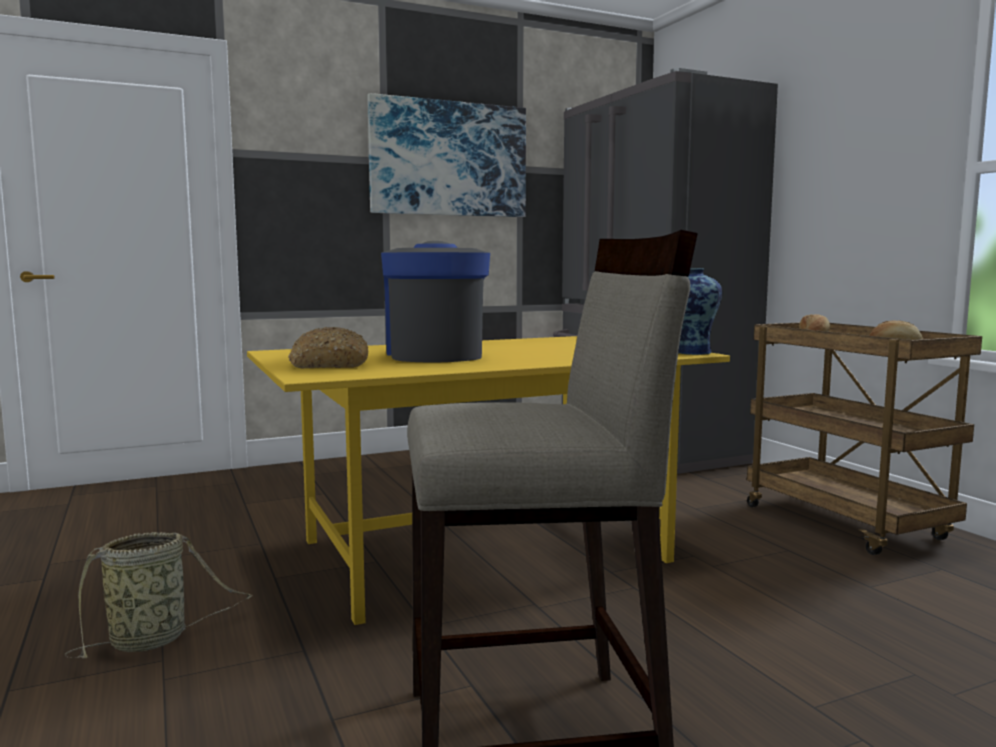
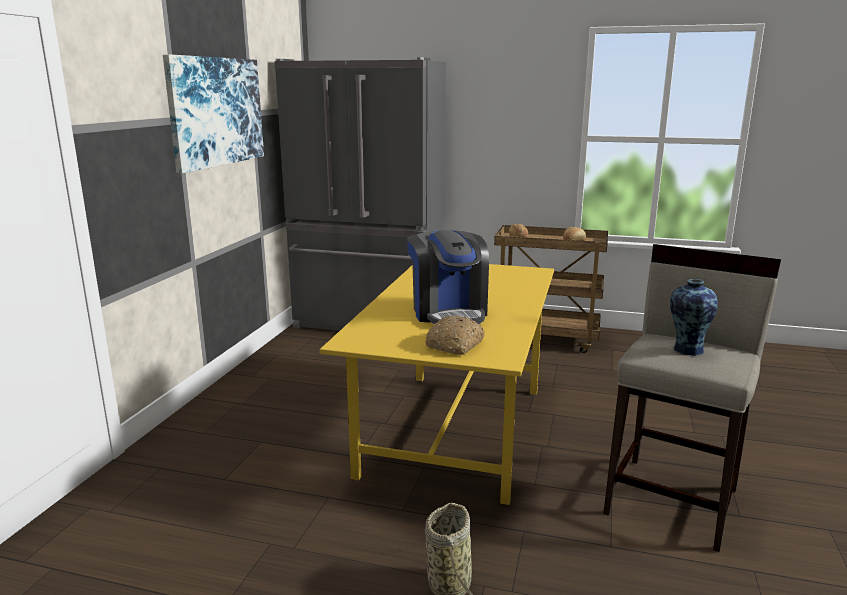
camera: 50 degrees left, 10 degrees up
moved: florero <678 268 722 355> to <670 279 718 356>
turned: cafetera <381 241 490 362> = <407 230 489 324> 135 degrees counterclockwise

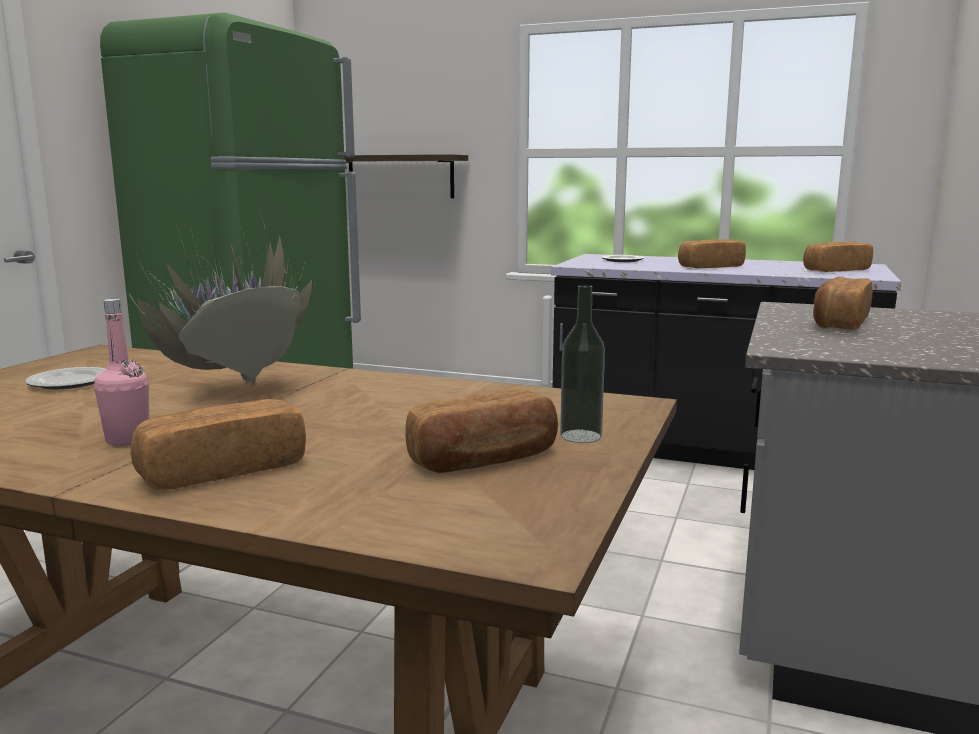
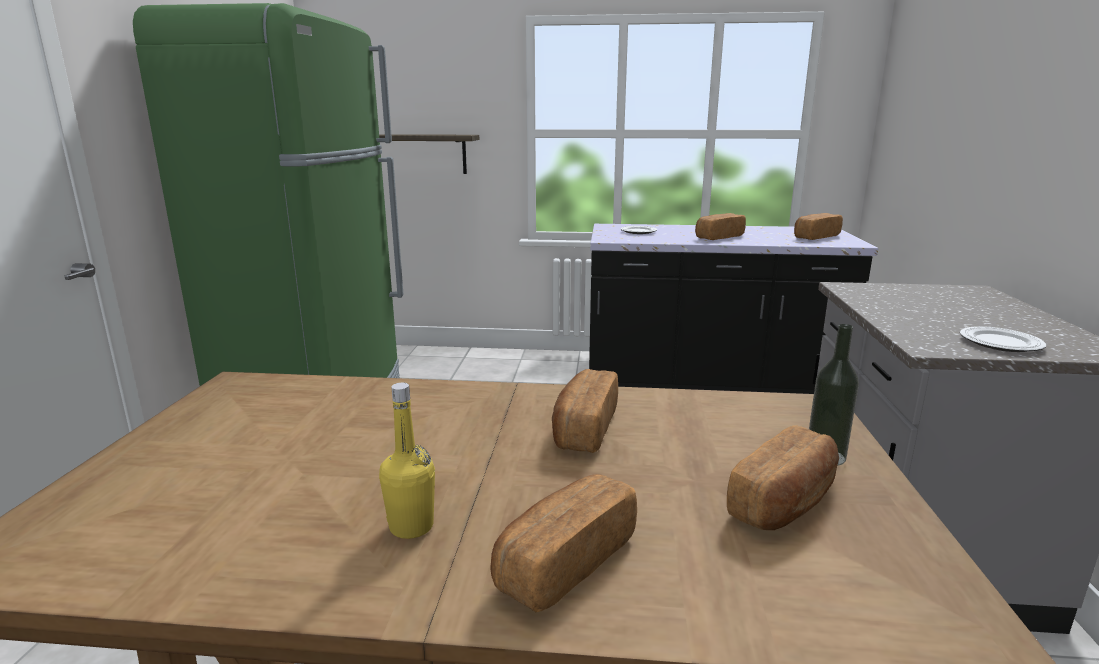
camera: 15 degrees left, 5 degrees up
removed: planta en maceta <128 211 318 387>
moved: plato <25 367 106 389> to <960 326 1046 352>; pan <813 277 872 330> to <552 369 618 453>
recoloured: botella/rosa <94 299 149 446> to botella/amarillo <379 383 435 539>

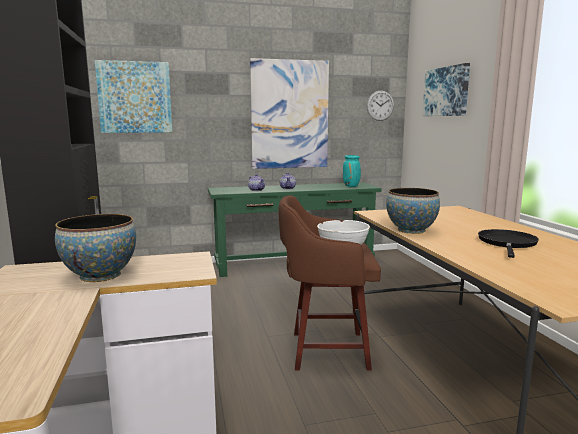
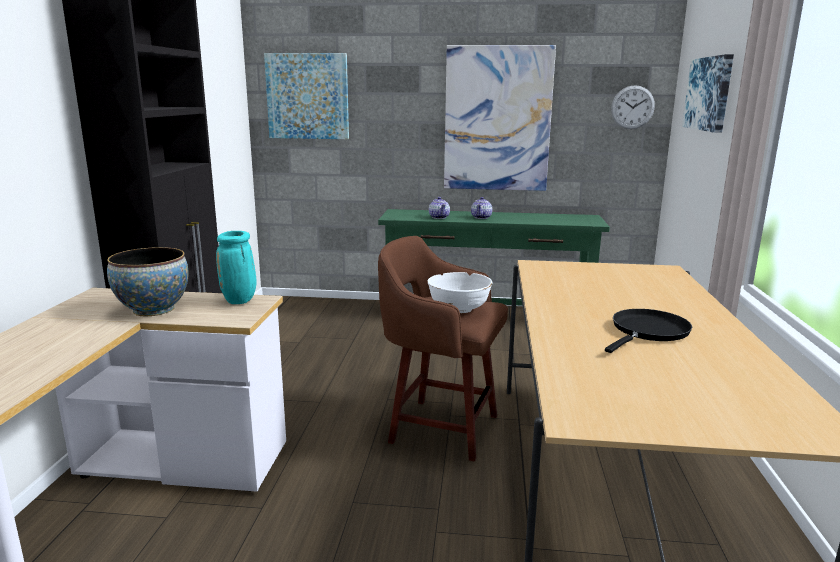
camera: 20 degrees right, 5 degrees up
removed: cuenco <386 188 440 234>
moved: florero/turquesa <343 155 361 187> to <216 231 256 304>

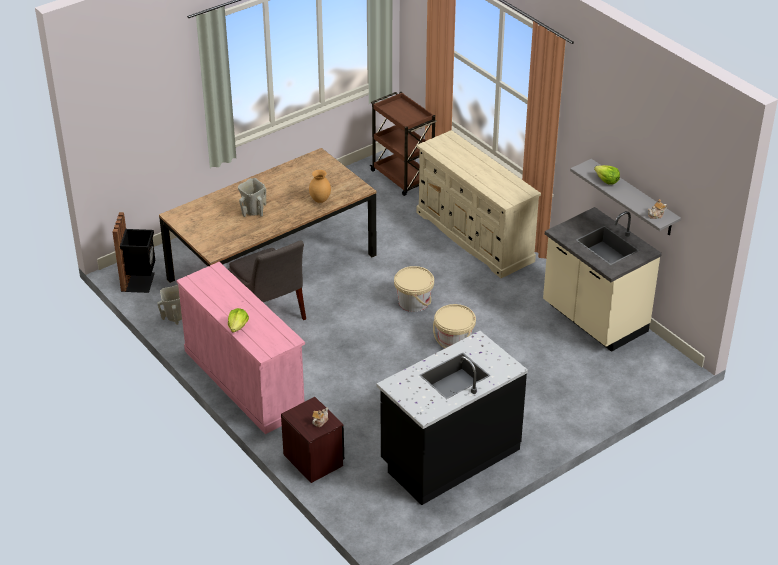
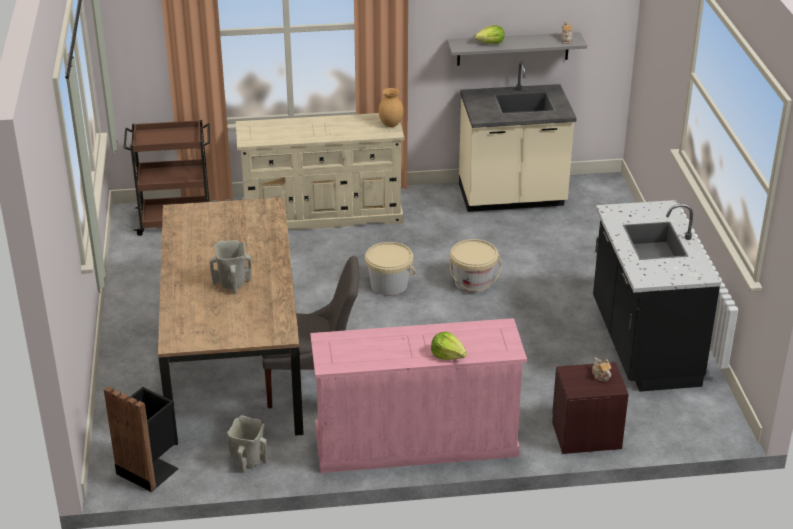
camera: 60 degrees left, 5 degrees down
moved: florero/marrón <309 170 331 203> to <378 88 404 127>

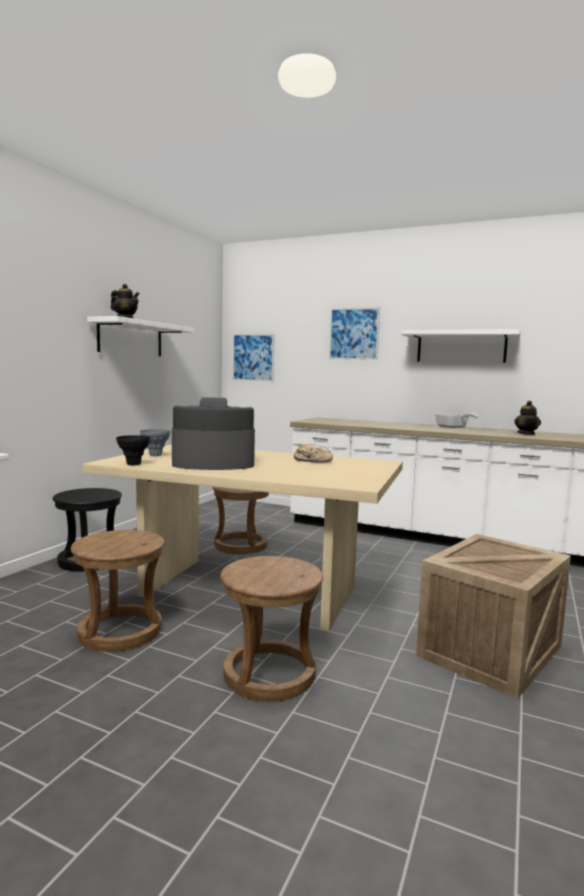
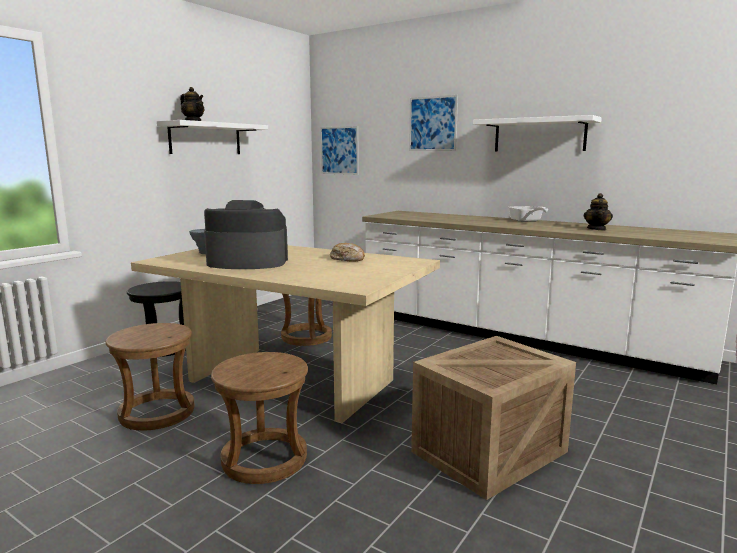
camera: 10 degrees right, 5 degrees up
removed: florero/negro <116 435 150 465>

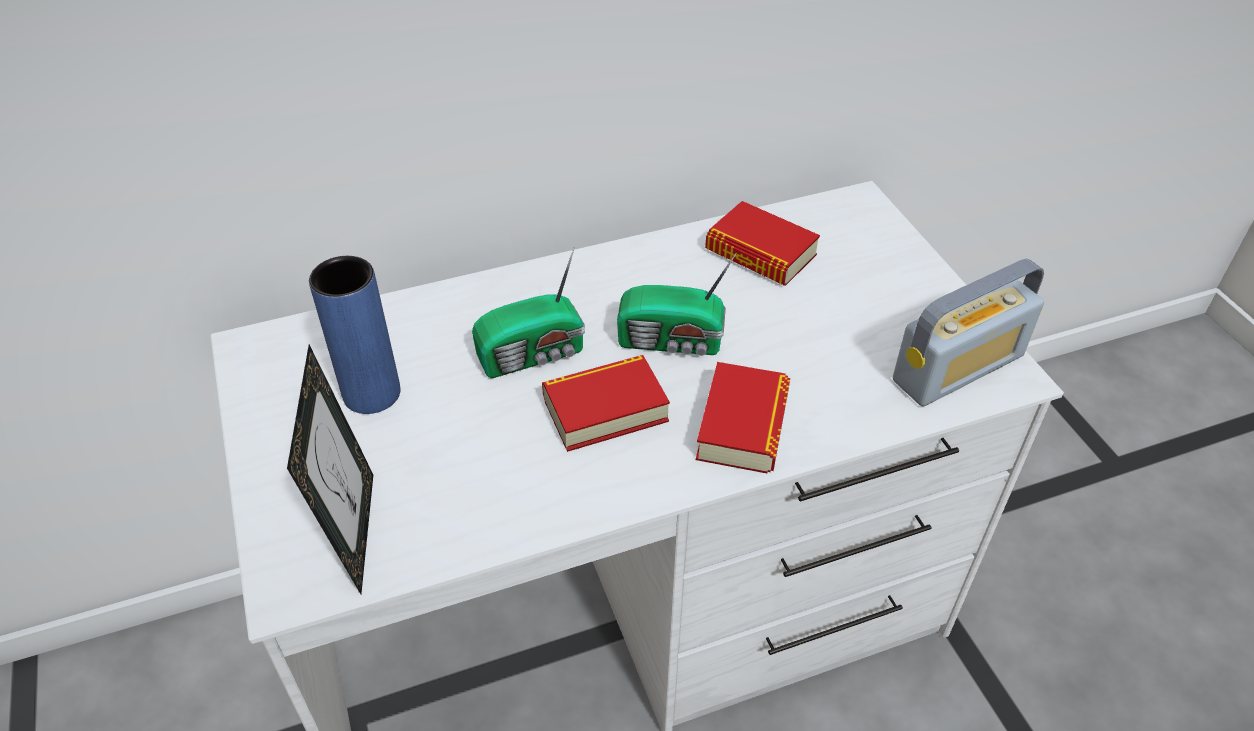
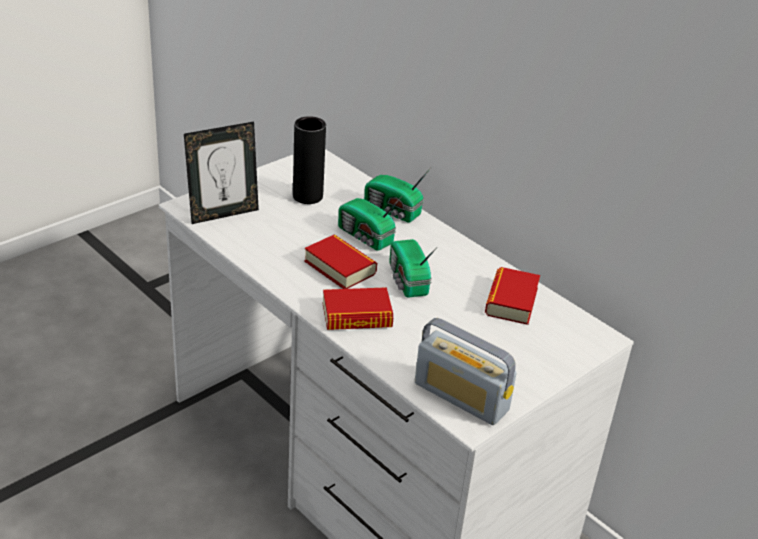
camera: 65 degrees right, 10 degrees down
added: radio <364 168 431 222>
recoloured: florero/azul <309 256 401 414> to florero/negro <293 116 326 204>

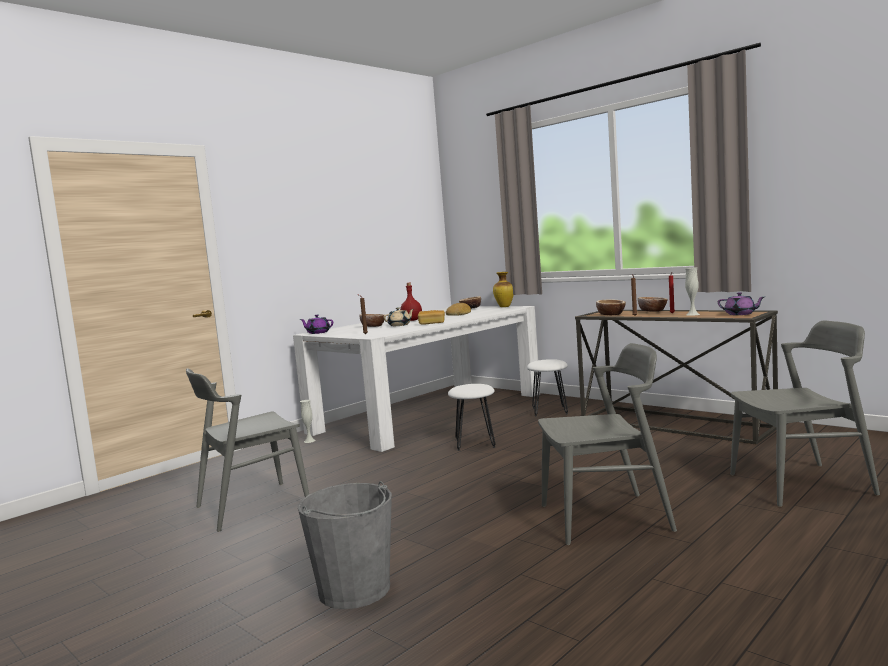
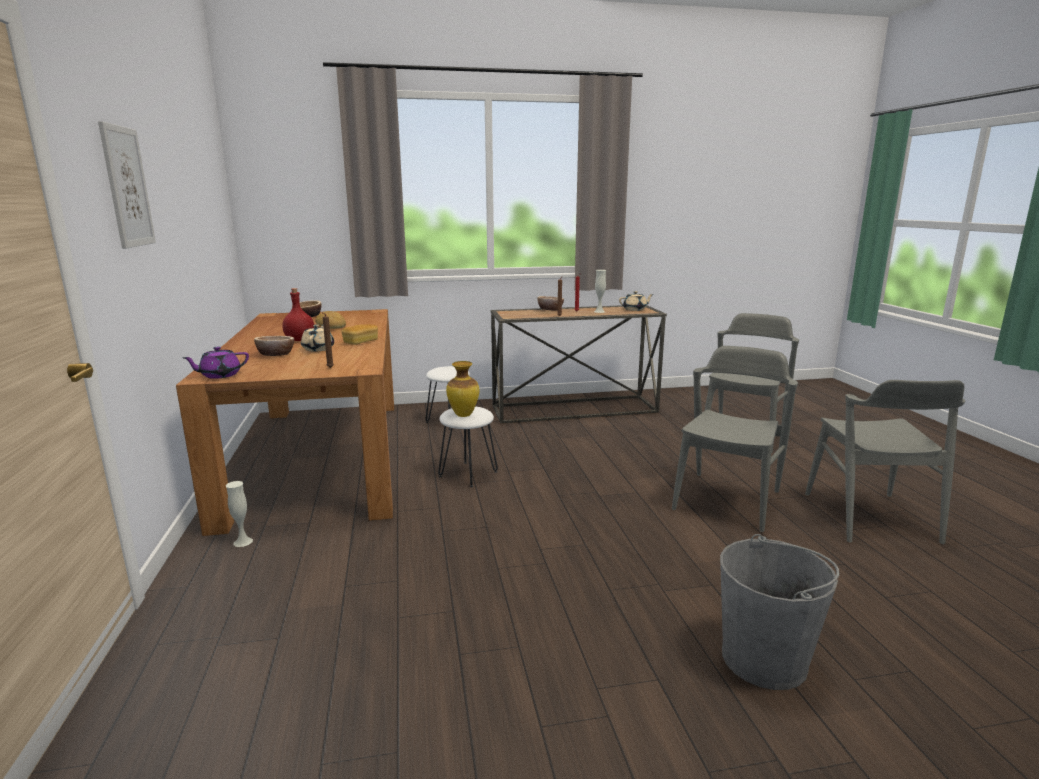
camera: 55 degrees left, 10 degrees up
removed: cuenco <596 300 626 315>
added: cuadro <98 121 156 249>
moved: silla/gris <186 368 309 532> to <805 380 965 544>; florero <493 272 514 307> to <446 361 479 417>
recoloured: mesa de comedor/blanco <293 306 540 452> to mesa de comedor/marrón <176 309 394 536>; tetera/morado <718 292 764 315> to tetera/beis <619 291 654 311>

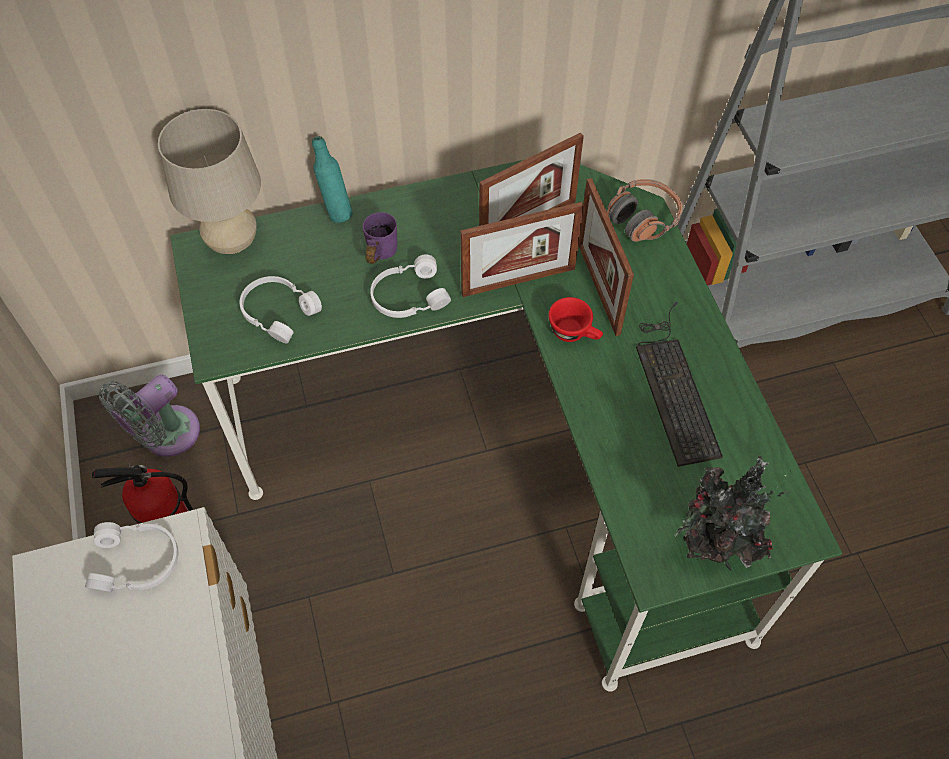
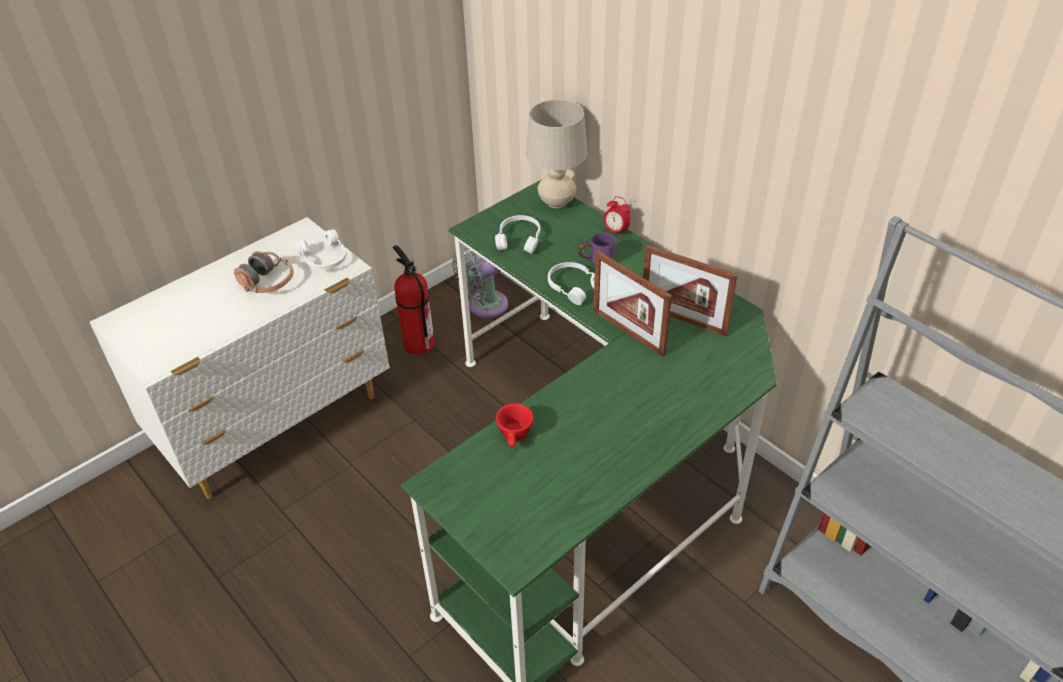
camera: 65 degrees right, 15 degrees down
removed: portarretratos <578 178 634 336>; teclado <636 302 723 467>; planta en maceta <674 456 792 571>
moved: taza/rojo <549 297 603 342> to <496 403 534 447>; auriculares <607 179 682 242> to <234 251 294 293>
replaced: botella/turquesa <312 136 352 223> to despertador <604 197 631 238>
turned: ventilador/gris <99 375 200 457> = <452 248 508 318> 45 degrees counterclockwise

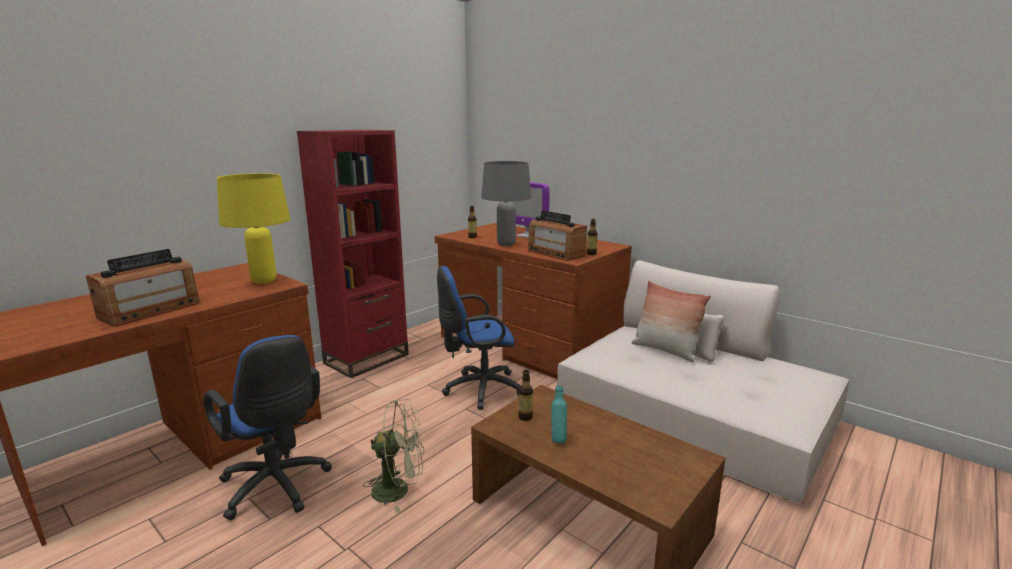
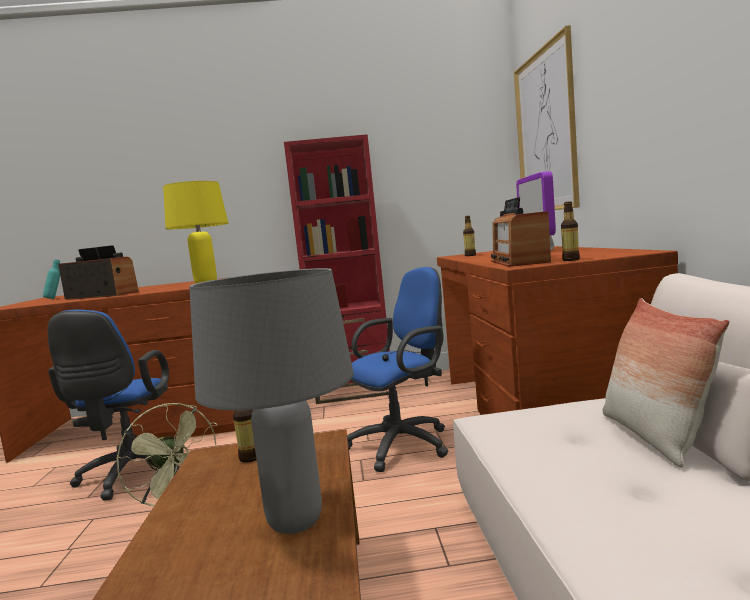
camera: 45 degrees right, 10 degrees down
added: cuadro <514 25 580 210>
moved: lámpara de mesa/gris <481 161 531 246> to <189 268 354 534>; botella/turquesa <551 385 567 443> to <43 259 60 299>
turned: radio <86 249 200 327> = <58 245 139 300> 150 degrees counterclockwise; silla de oficina/azul <437 266 521 410> = <347 267 448 472> 120 degrees clockwise

